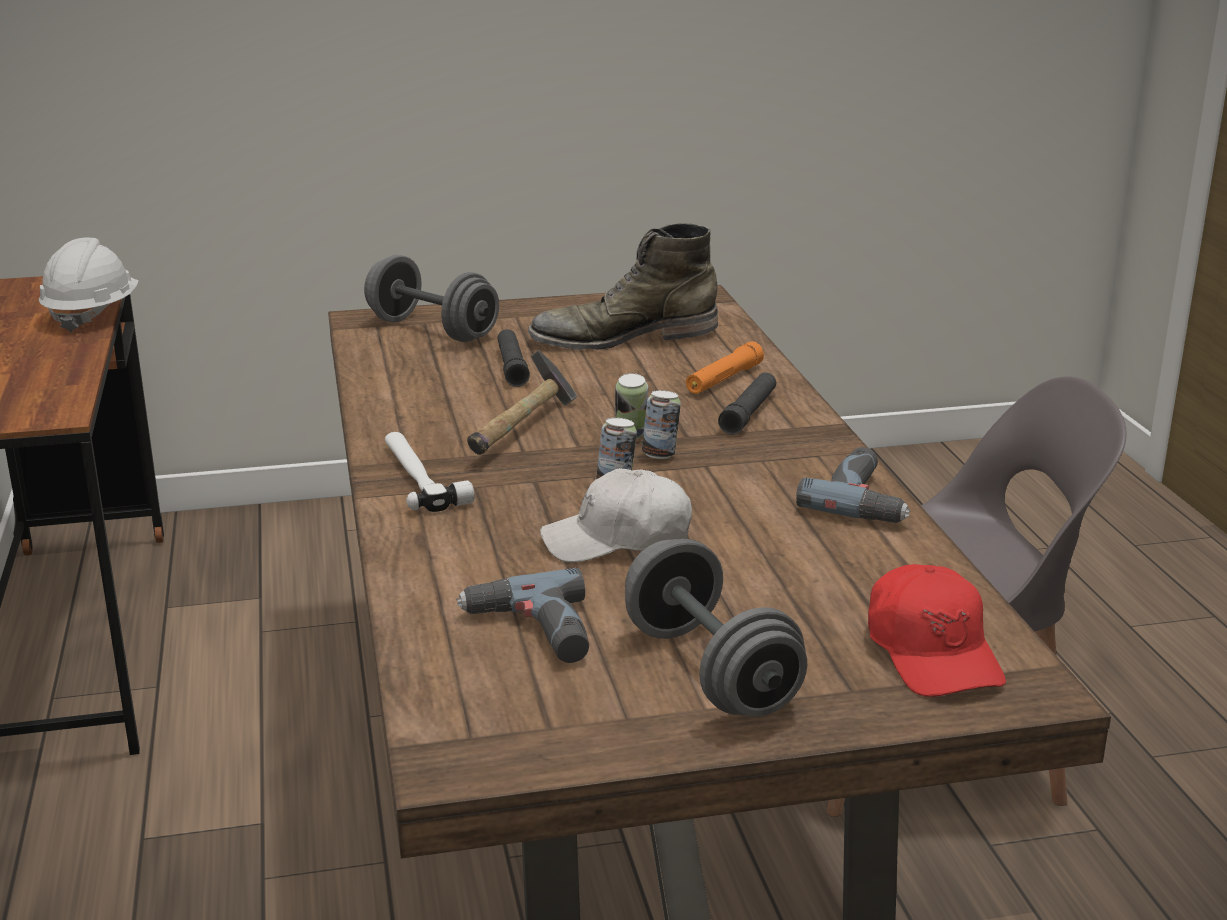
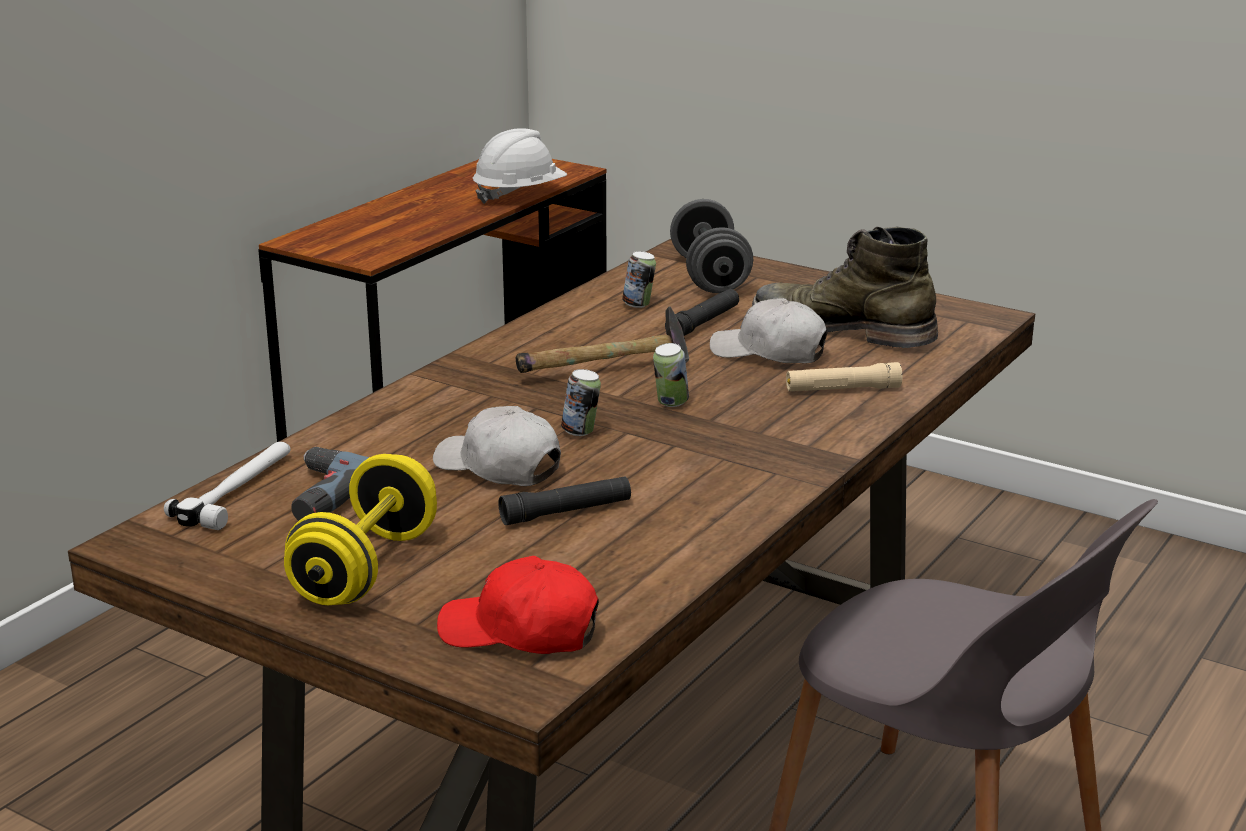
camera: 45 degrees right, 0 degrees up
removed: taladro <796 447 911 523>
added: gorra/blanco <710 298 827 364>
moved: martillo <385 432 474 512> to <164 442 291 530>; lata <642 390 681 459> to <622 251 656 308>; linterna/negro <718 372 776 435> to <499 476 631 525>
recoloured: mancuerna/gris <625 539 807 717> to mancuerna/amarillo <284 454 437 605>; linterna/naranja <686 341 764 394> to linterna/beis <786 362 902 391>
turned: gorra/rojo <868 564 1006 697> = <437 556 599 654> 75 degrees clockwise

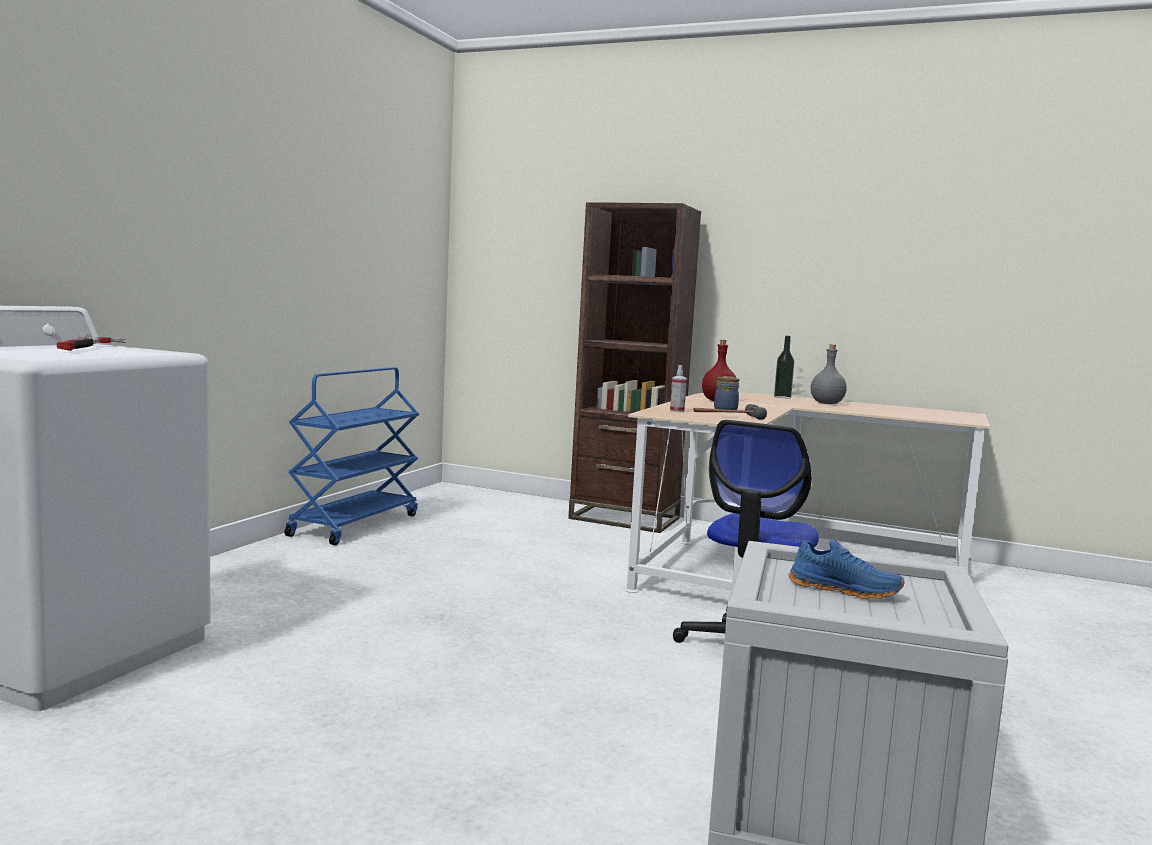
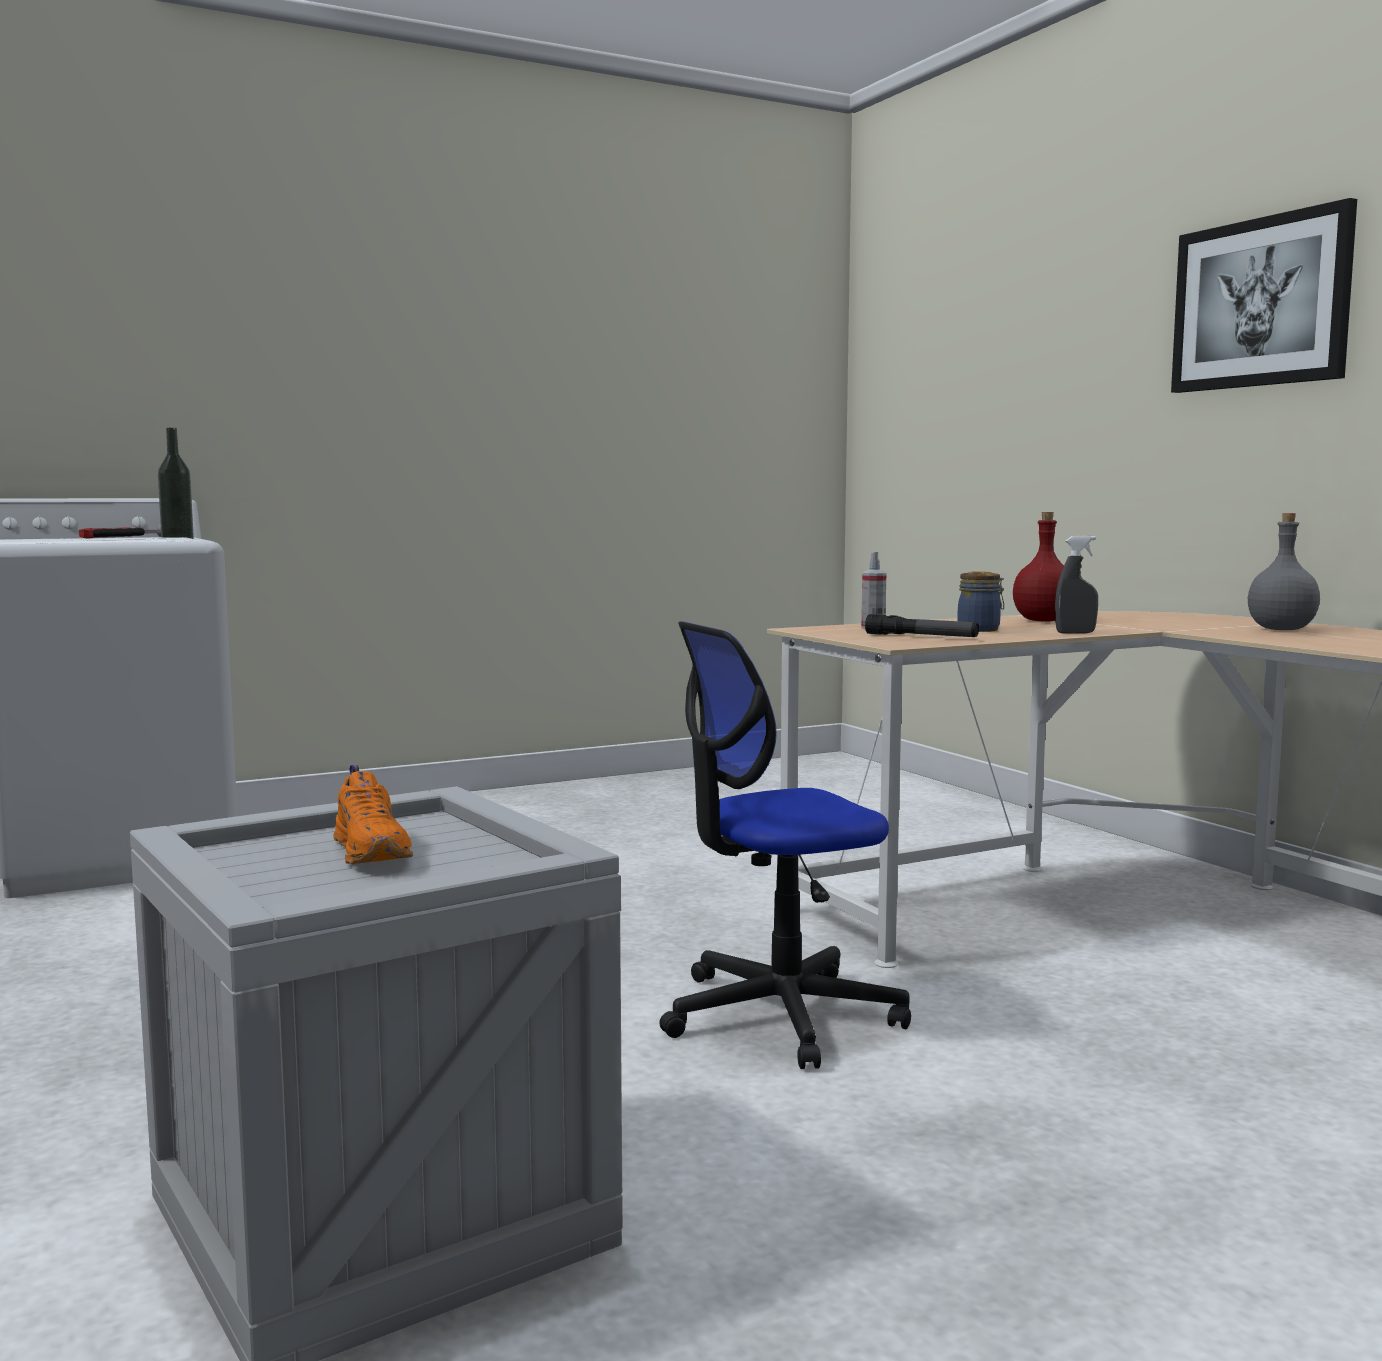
camera: 40 degrees right, 0 degrees up
removed: carrito/azul <284 367 419 545>; estantería/marrón <568 202 701 533>
added: pulverizador/gris <1055 536 1098 634>; cuadro <1171 198 1357 393>
moved: botella <774 336 794 398> to <158 428 194 540>
replaced: martillo <694 404 767 420> to linterna <865 614 979 637>
recoloured: zapato/azul <788 536 904 599> to zapato/naranja <333 765 413 864>

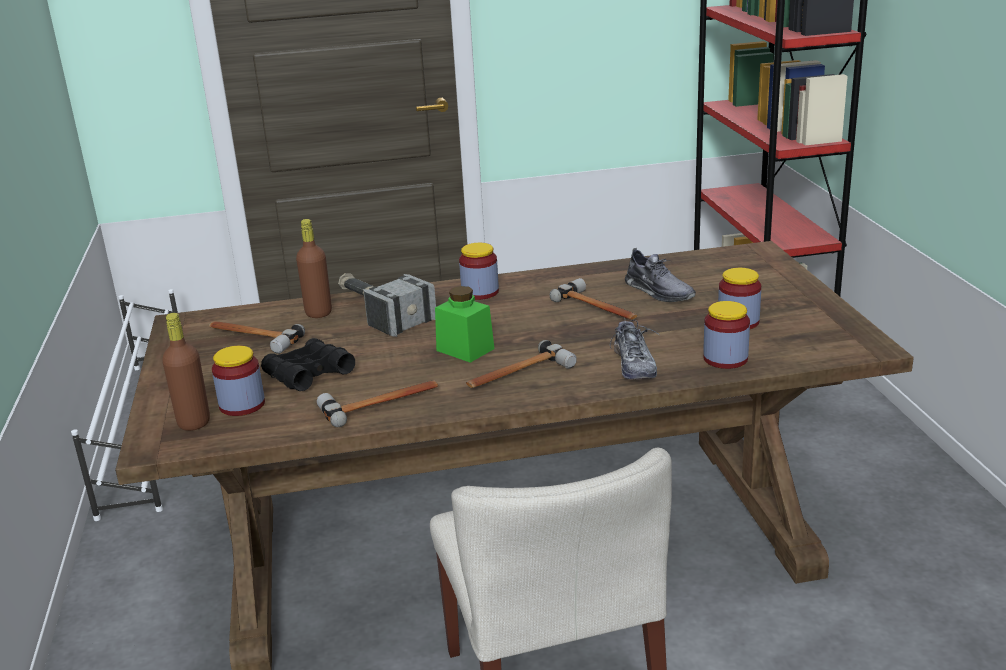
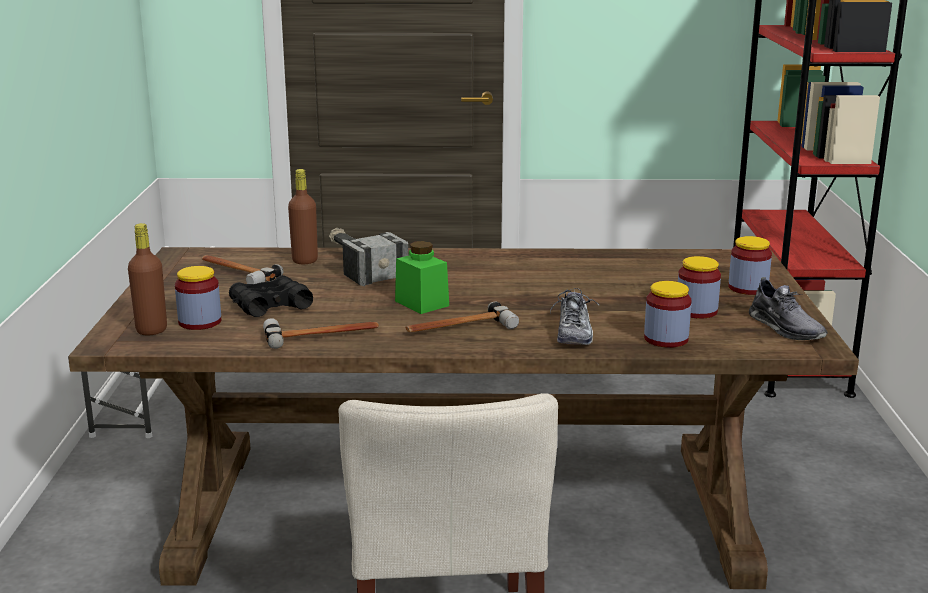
camera: 10 degrees right, 5 degrees down
removed: martillo <550 278 637 320>
moved: tarro <459 243 499 300> to <728 236 772 295>; zapato/gris <625 248 696 302> to <749 277 828 340>

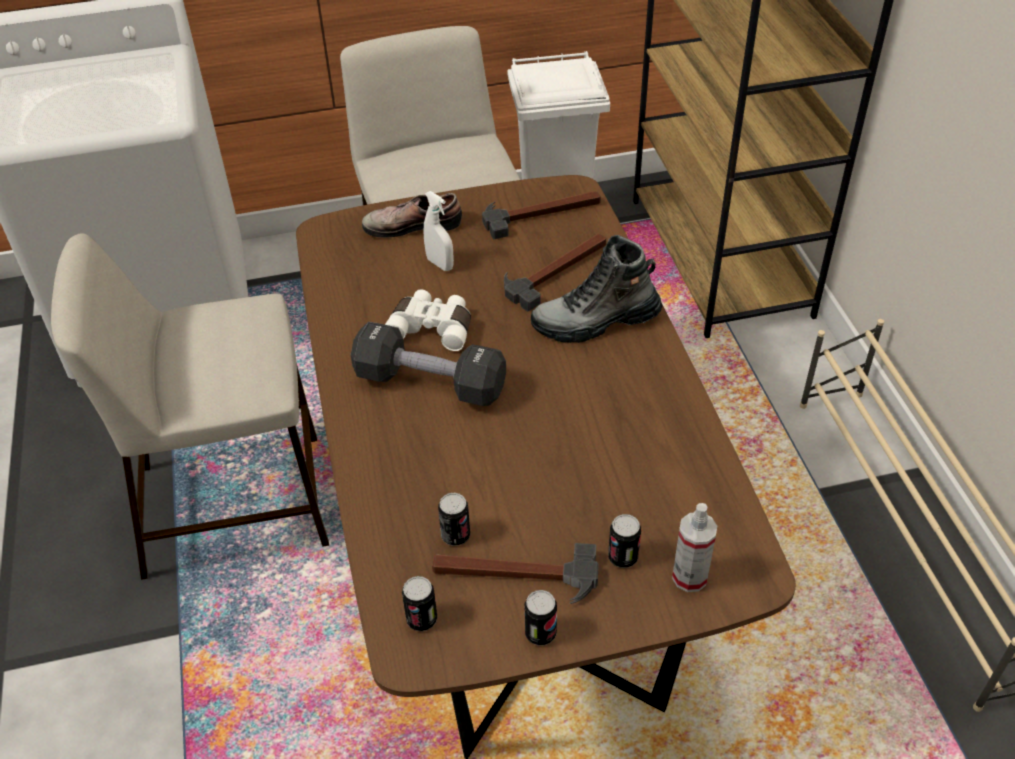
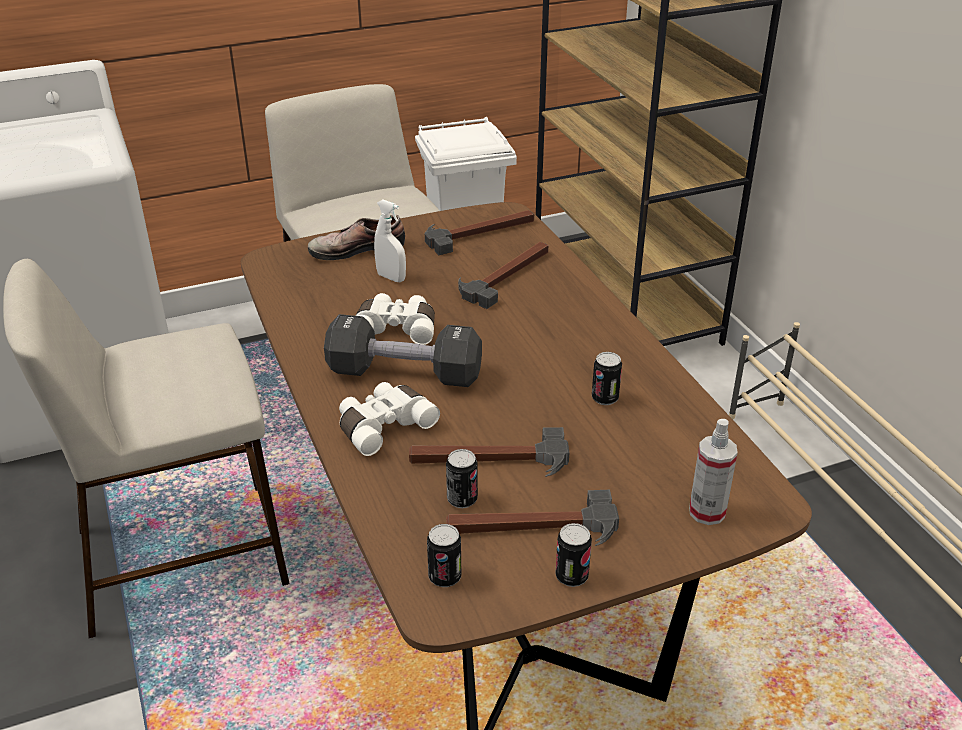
camera: 10 degrees left, 10 degrees down
removed: bota <531 235 662 343>
added: prismáticos/blanco <339 382 440 456>; martillo <409 427 569 477>
moved: lata <608 514 641 568> to <592 352 622 405>

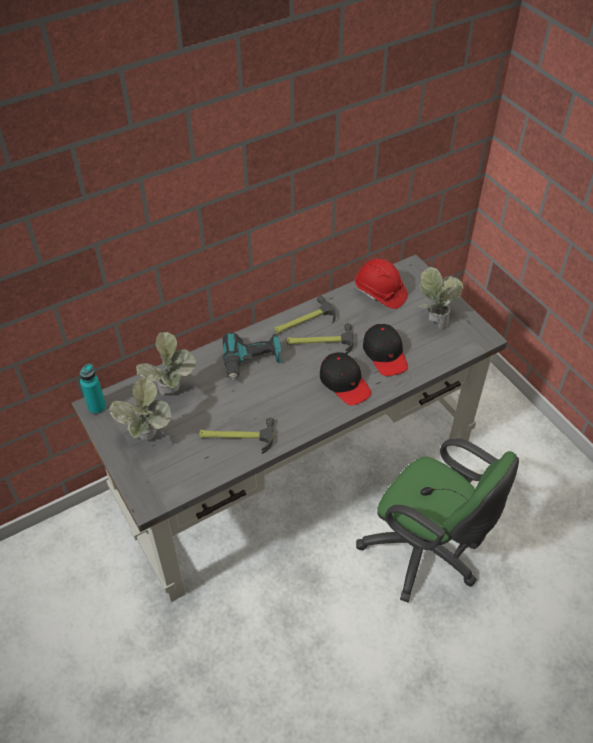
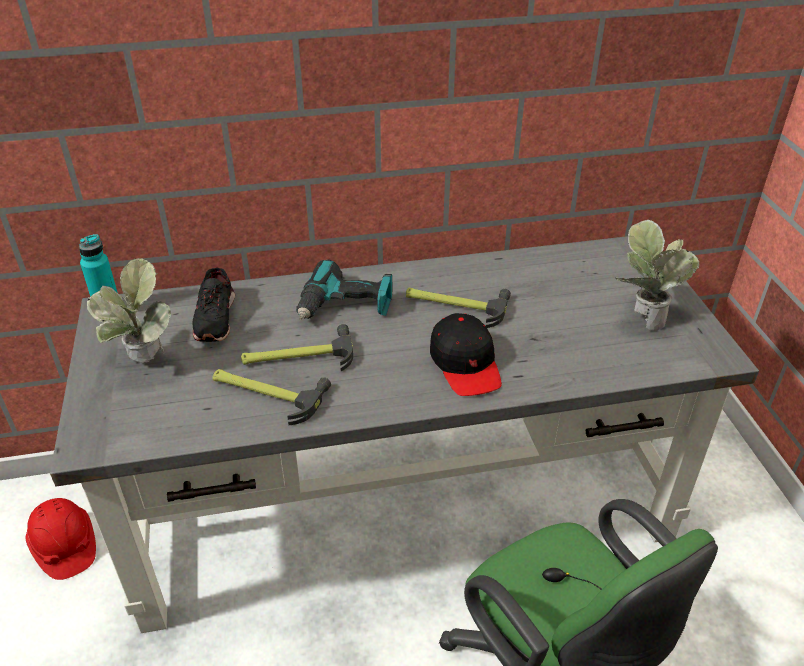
camera: 20 degrees right, 10 degrees down
removed: gorra/negro <363 324 408 376>
moved: martillo <274 295 336 334> to <241 324 353 371>; casco/rojo <355 259 408 309> to <26 498 96 580>
replaced: planta en maceta <136 332 196 396> to zapato/negro <193 268 235 342>

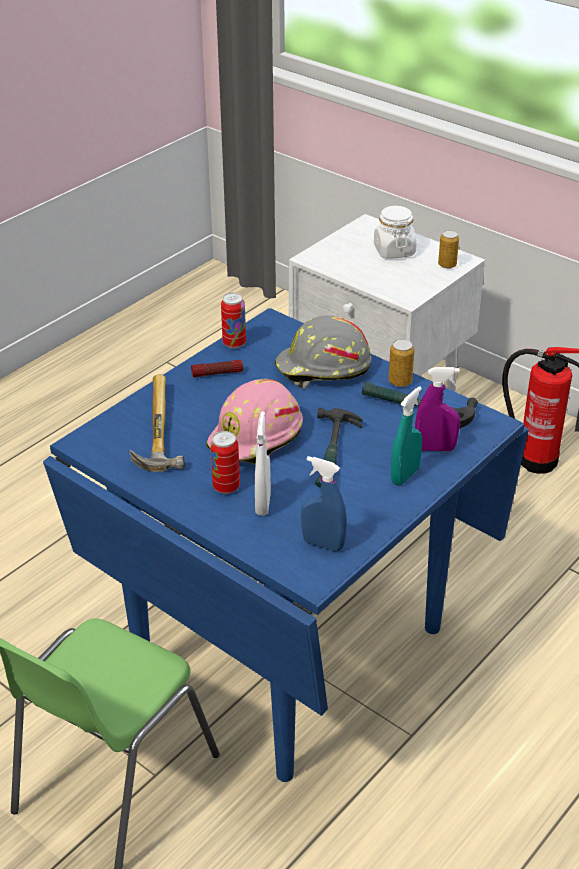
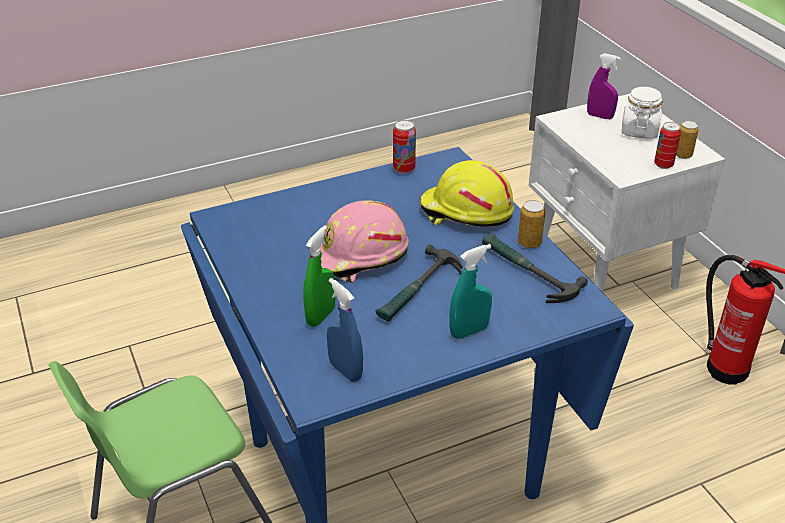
camera: 25 degrees right, 0 degrees up
removed: martillo <129 374 185 472>; linterna <191 360 243 377>
moved: lata <210 431 240 494> to <654 122 681 169>; pulverizador/morado <415 367 460 451> to <587 53 621 119>
recoloured: pulverizador/blanco <255 411 271 516> to pulverizador/verde <303 225 335 327>; casco/gris <275 316 372 388> to casco/amarillo <420 160 514 227>

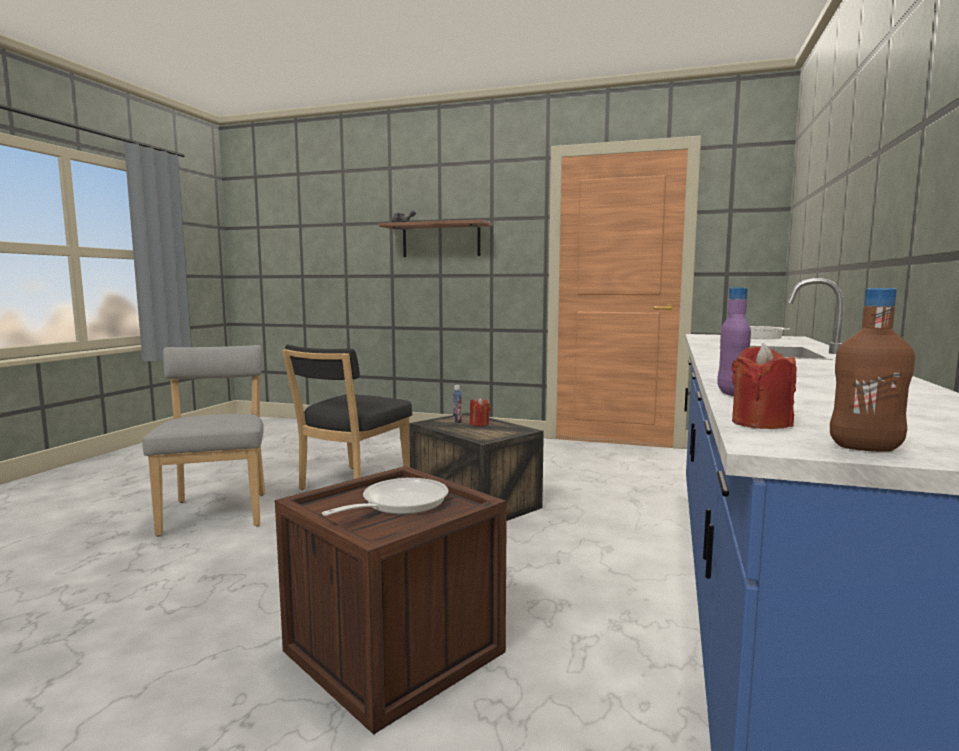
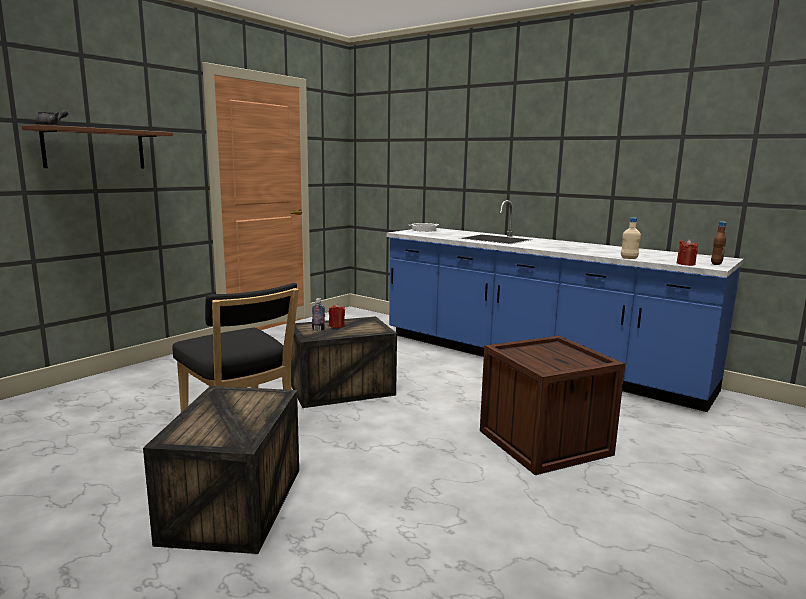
camera: 70 degrees left, 5 degrees up
removed: sartén <322 478 448 516>
replaced: silla/gris <142 345 265 536> to caja de embalaje <143 386 299 554>
recoloured: botella/morado <717 287 751 396> to botella/beis <621 218 641 259>

